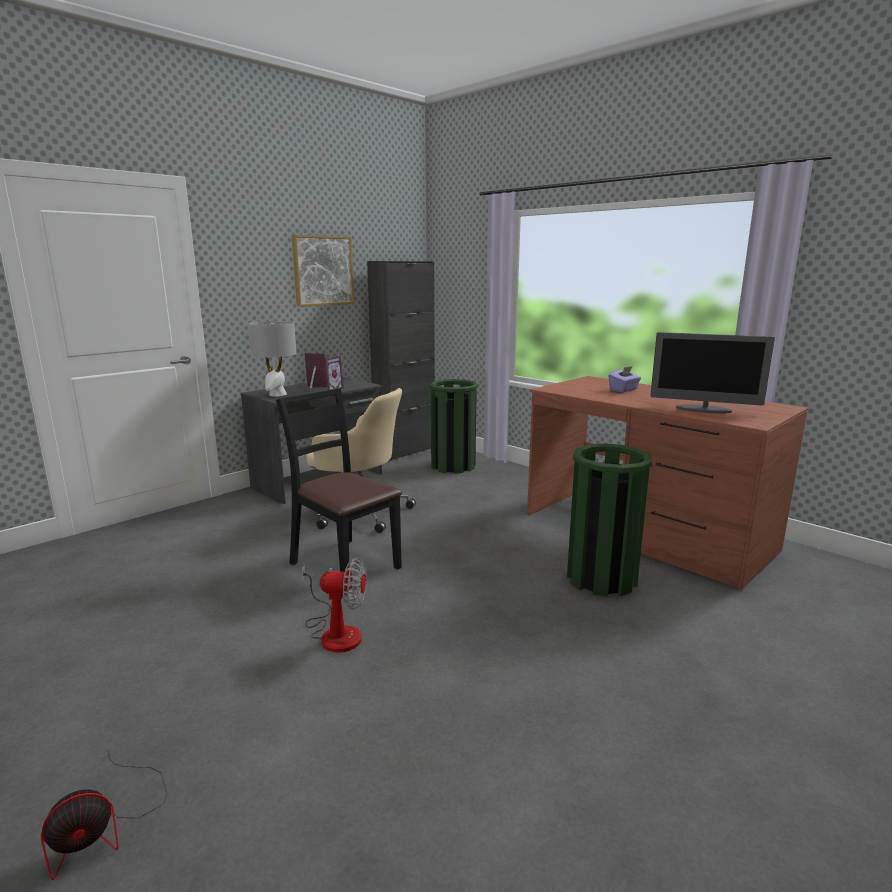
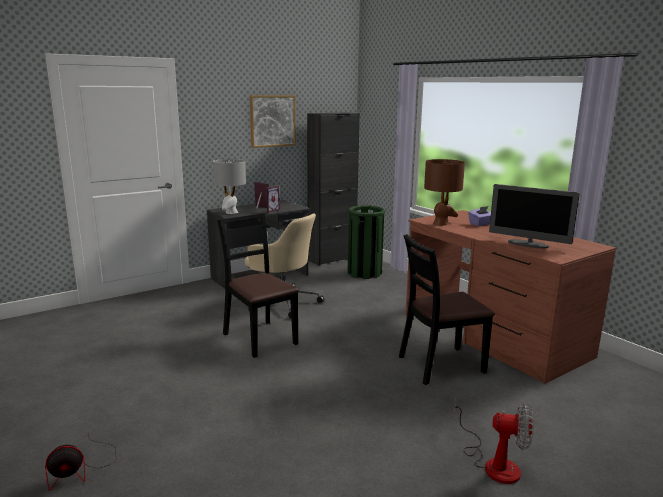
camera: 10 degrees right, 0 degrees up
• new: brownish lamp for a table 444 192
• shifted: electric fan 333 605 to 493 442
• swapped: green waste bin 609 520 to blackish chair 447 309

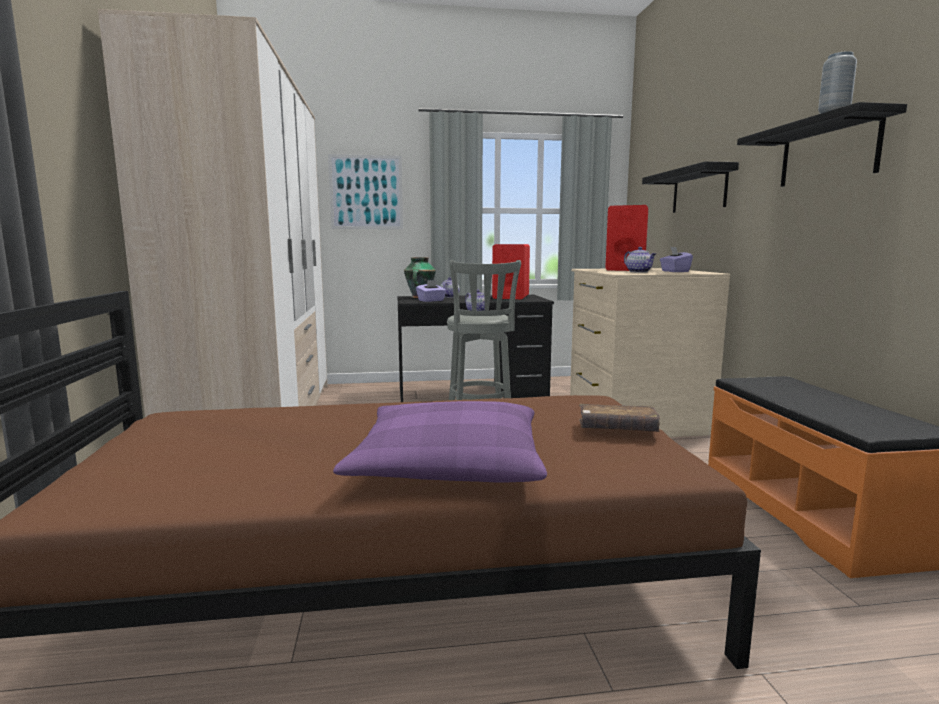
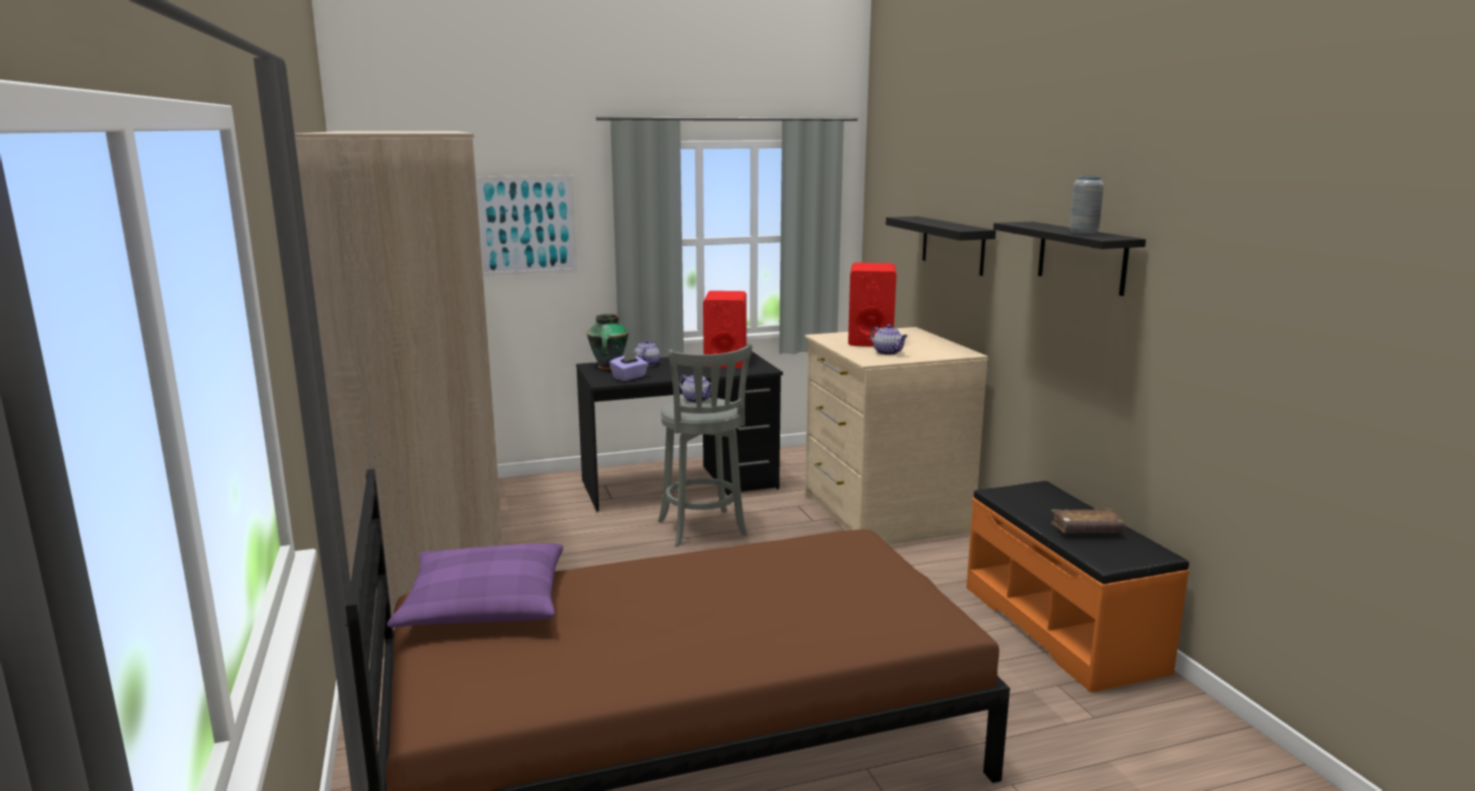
camera: 10 degrees left, 5 degrees up
• gone: purple-coloured box of tissues 676 259
• shifted: purple-coloured cushion 440 442 to 475 585
• shifted: brownish volume 619 418 to 1088 521

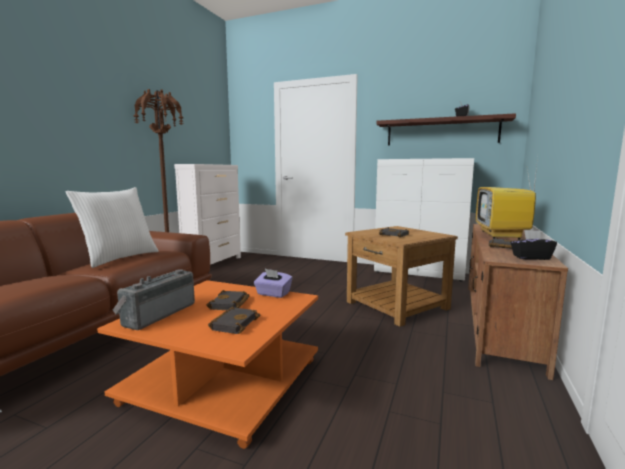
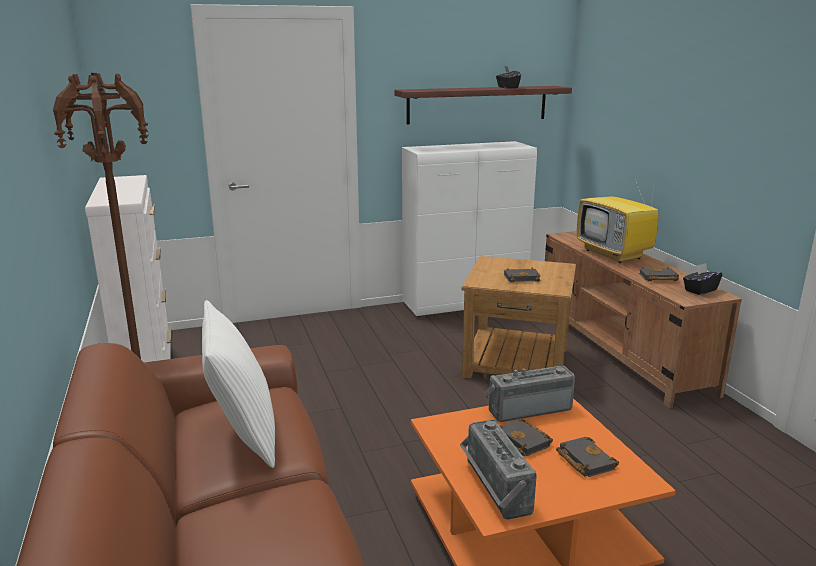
camera: 40 degrees left, 10 degrees up
• swapped: purple-coloured box of tissues 273 283 to radio receiver 530 393

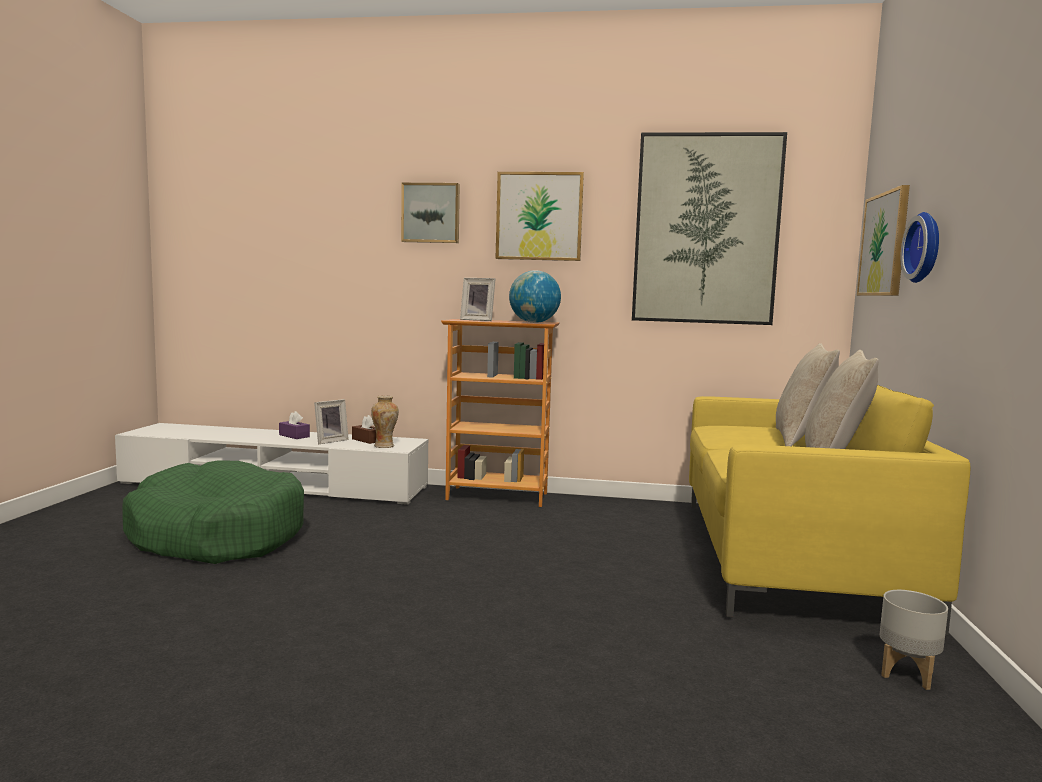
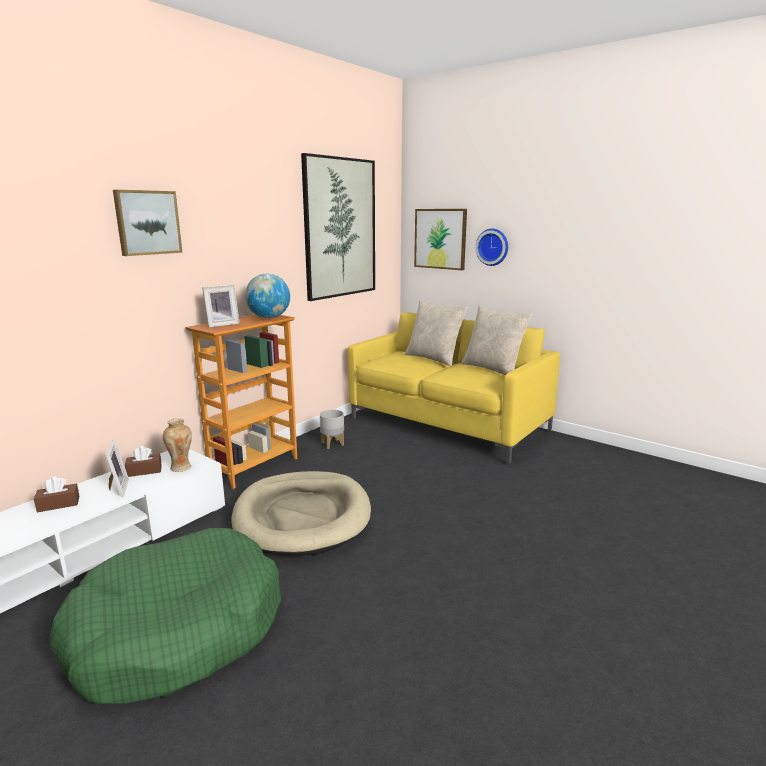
camera: 60 degrees left, 10 degrees up
• gone: wall picture 539 216
• new: beige-coloured pet bed 301 513
• shifted: gray plant pot 914 640 to 332 429
• repainted: purple-coloured box of tissues 294 425 to brownish box of tissues 56 494

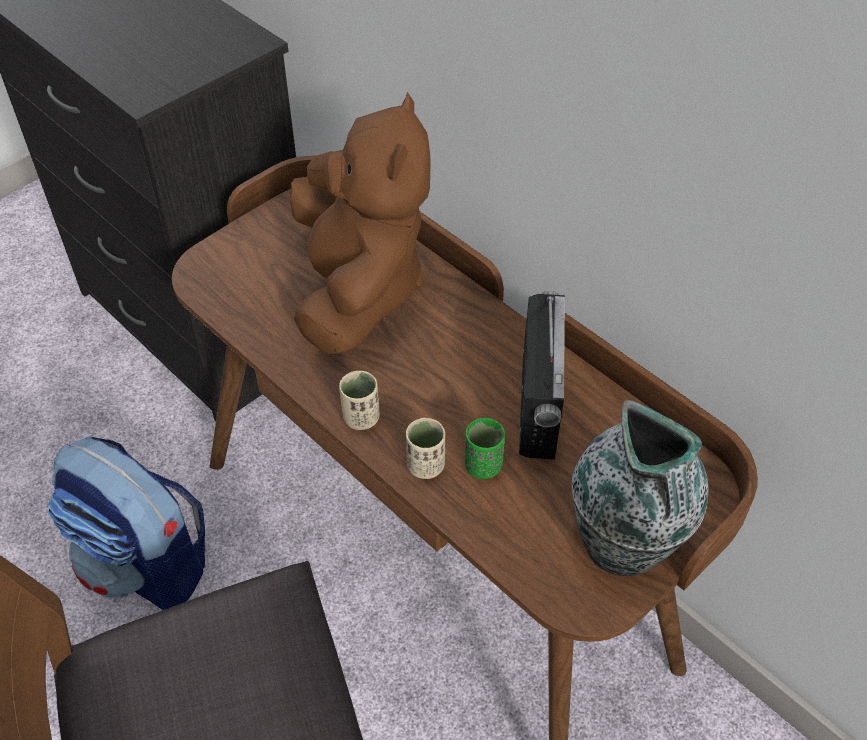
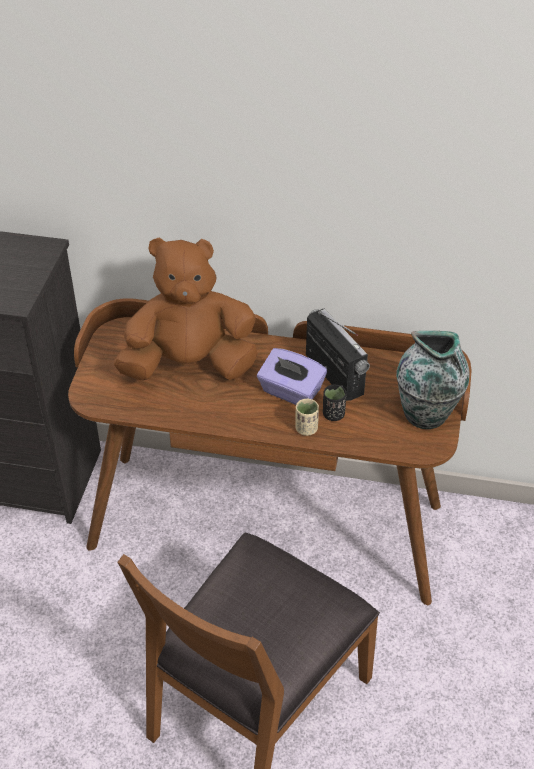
camera: 35 degrees left, 5 degrees down
• gone: knapsack 126 523
• gone: beige-coloured drinking cup 359 400
• new: purple-coloured box of tissues 292 376
• repainted: green drinking cup 485 448 to blackish drinking cup 334 403
• rotated: brownish soft toy 360 223 = 186 309 60 degrees counterclockwise

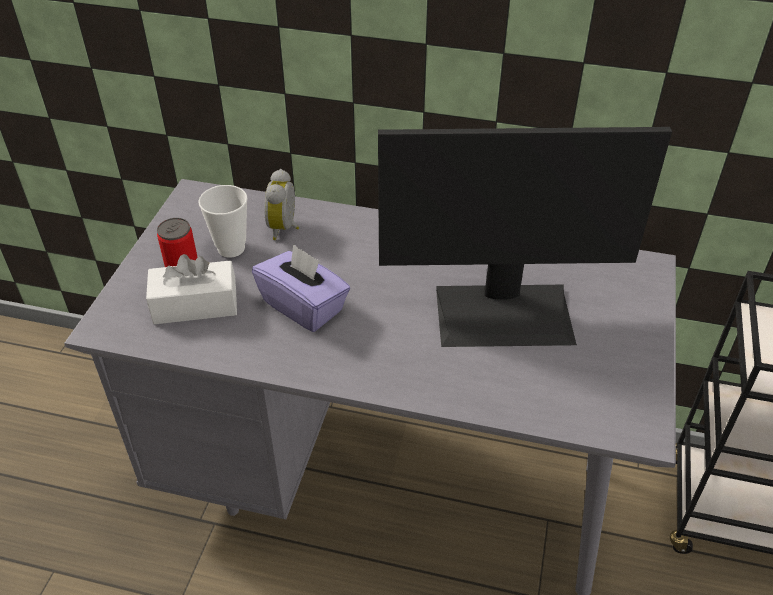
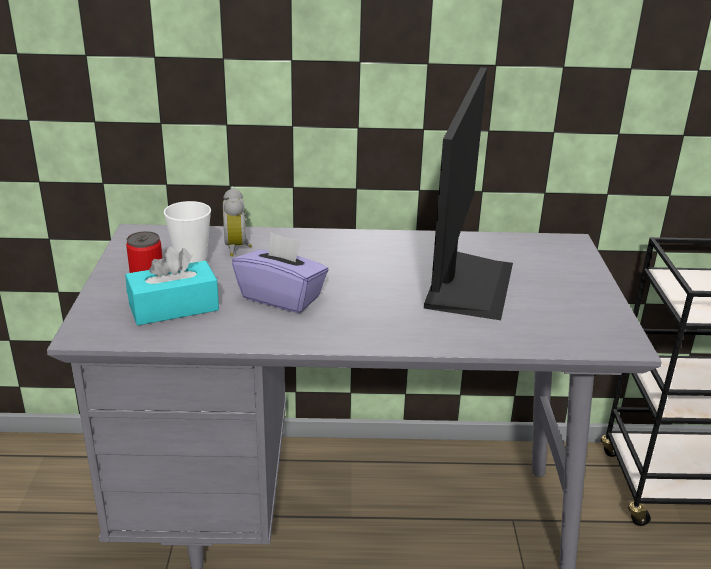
camera: 15 degrees left, 15 degrees down
• repainted: whitish box of tissues 191 289 to turquoise box of tissues 172 285
• rotated: computer display 525 237 = 468 193 60 degrees counterclockwise

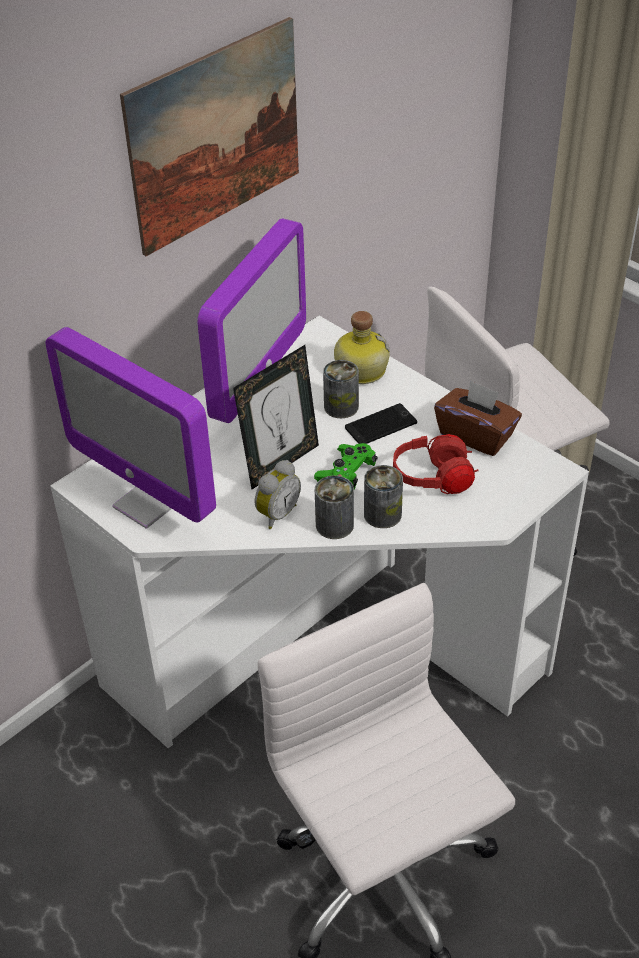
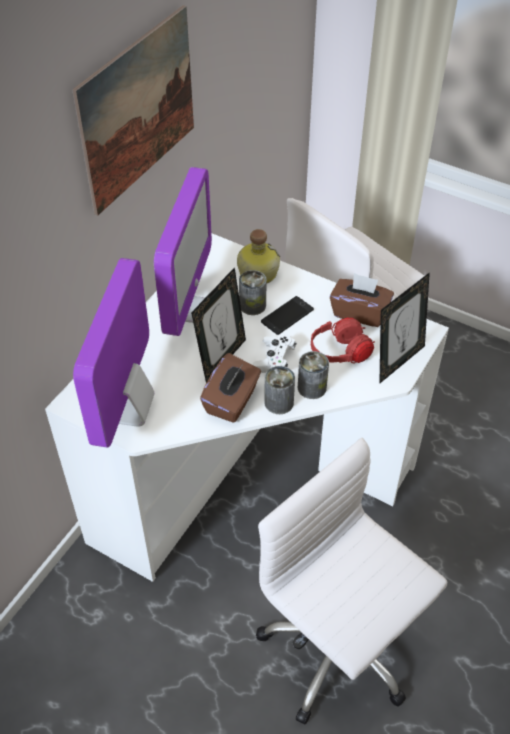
camera: 15 degrees left, 5 degrees up
• new: standing frame 404 328
• swapped: alarm clock 278 494 to brownish box of tissues 230 388
• repainted: green game controller 345 466 to whitish game controller 274 353
• rotated: computer display 130 427 = 113 353 75 degrees clockwise

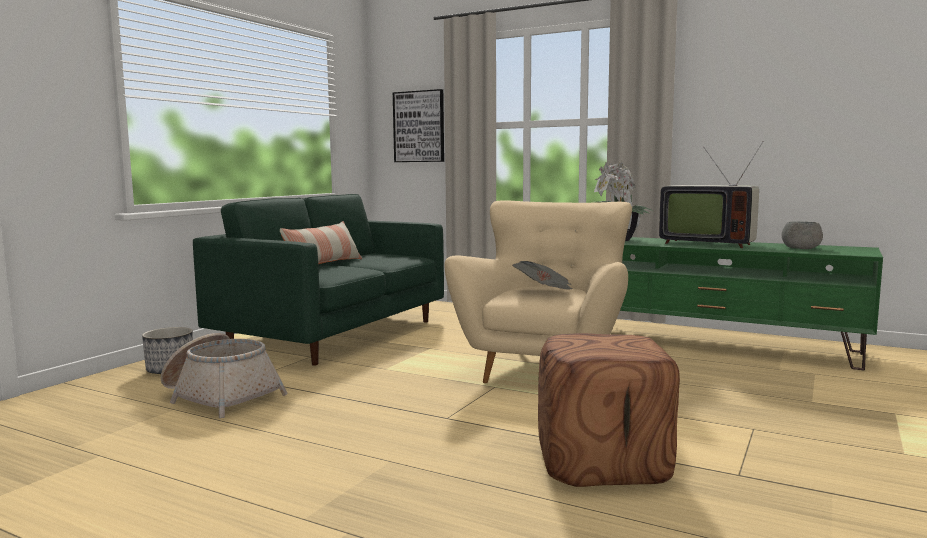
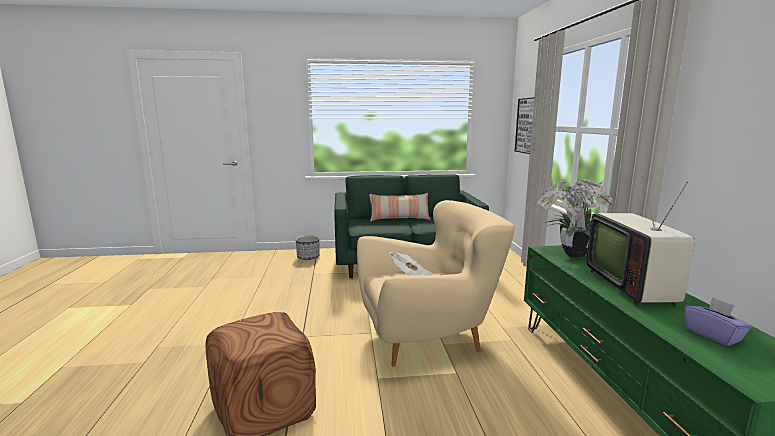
camera: 55 degrees right, 5 degrees up
• gone: basket 224 375
• swapped: gray serving bowl 802 235 to purple-coloured box of tissues 718 321

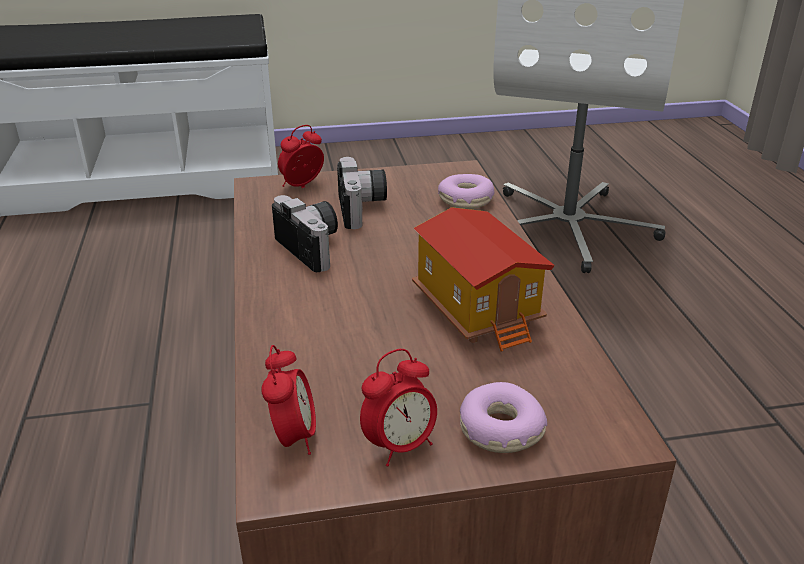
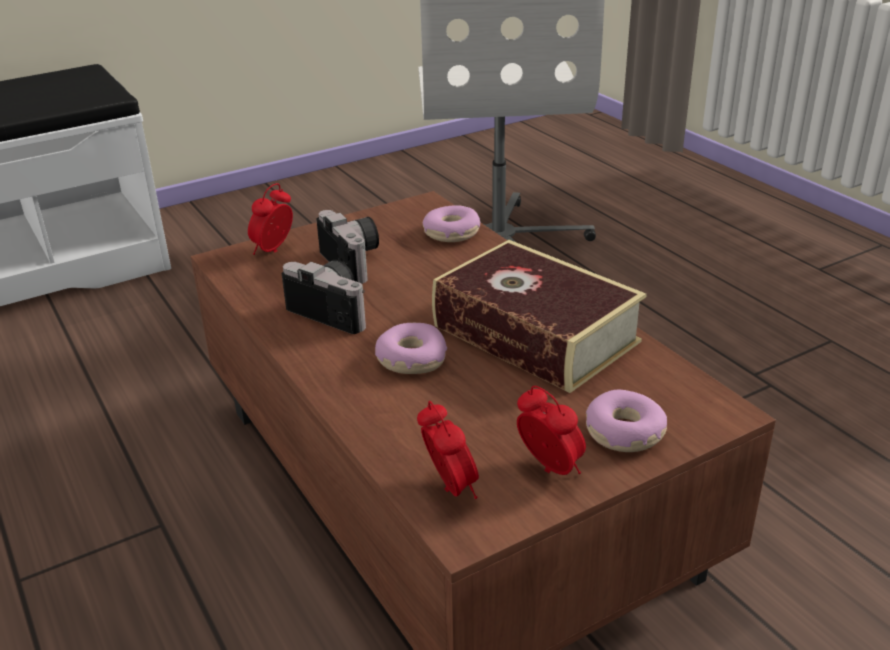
camera: 20 degrees left, 0 degrees up
• new: doughnut 411 348
• swapped: model house 483 279 to volume 539 316
• rotated: alarm clock 398 408 = 551 430 75 degrees counterclockwise

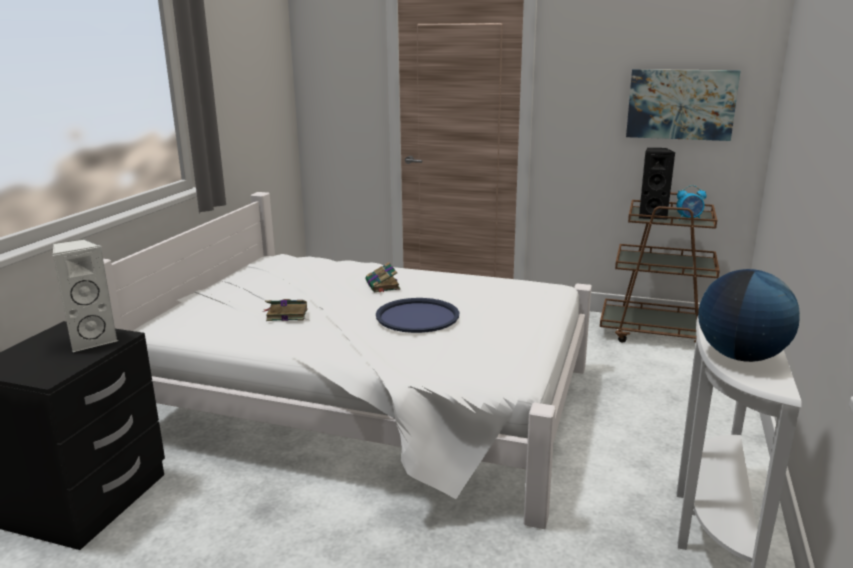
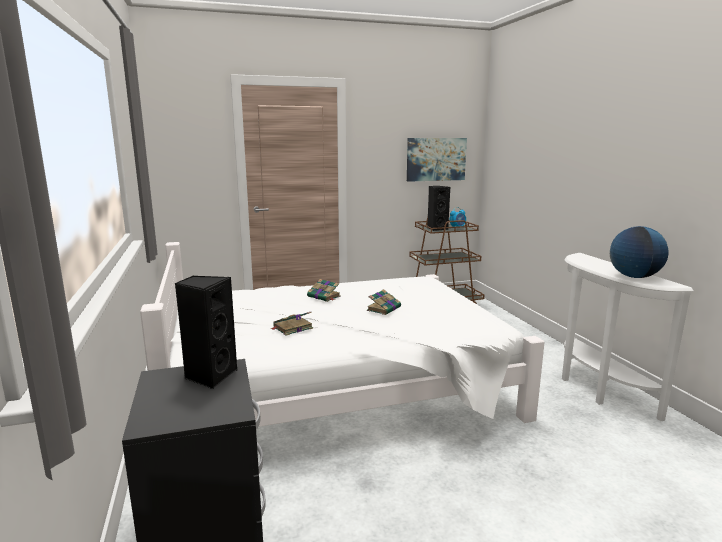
camera: 35 degrees left, 5 degrees down
• swapped: bluish carrying tray 417 315 to volume 384 302
• repainted: whitish audio speaker 85 295 to blackish audio speaker 205 332

